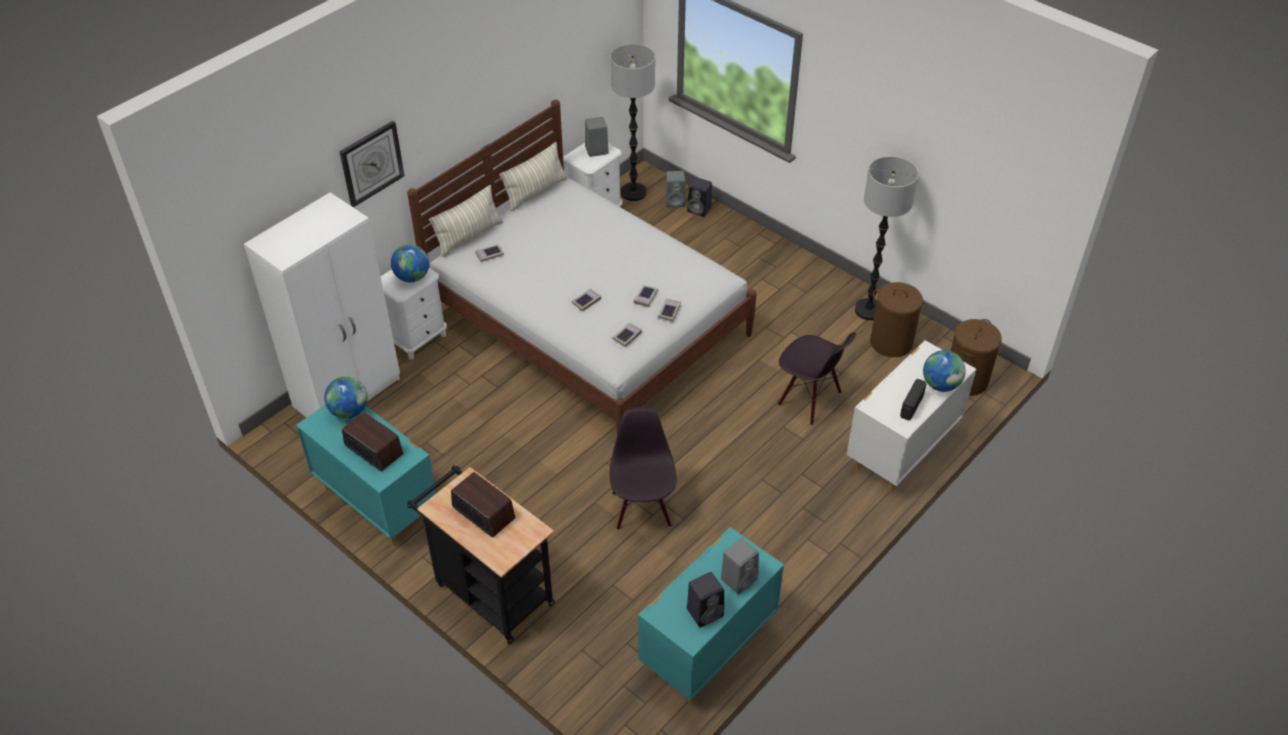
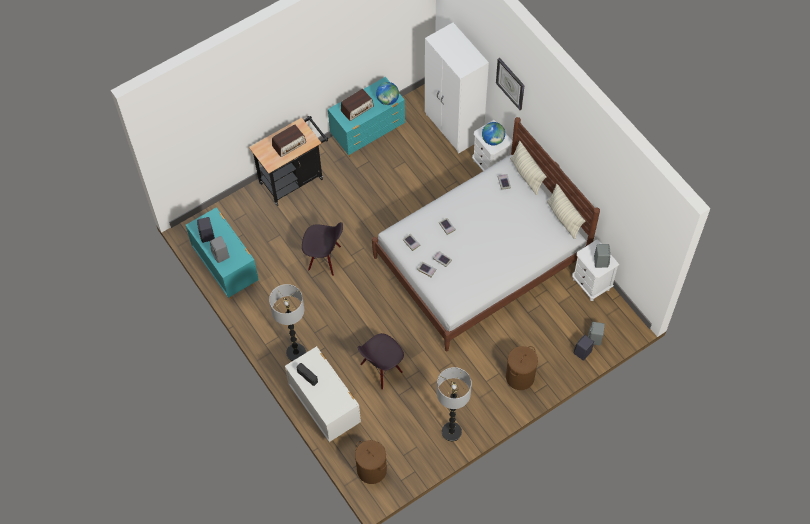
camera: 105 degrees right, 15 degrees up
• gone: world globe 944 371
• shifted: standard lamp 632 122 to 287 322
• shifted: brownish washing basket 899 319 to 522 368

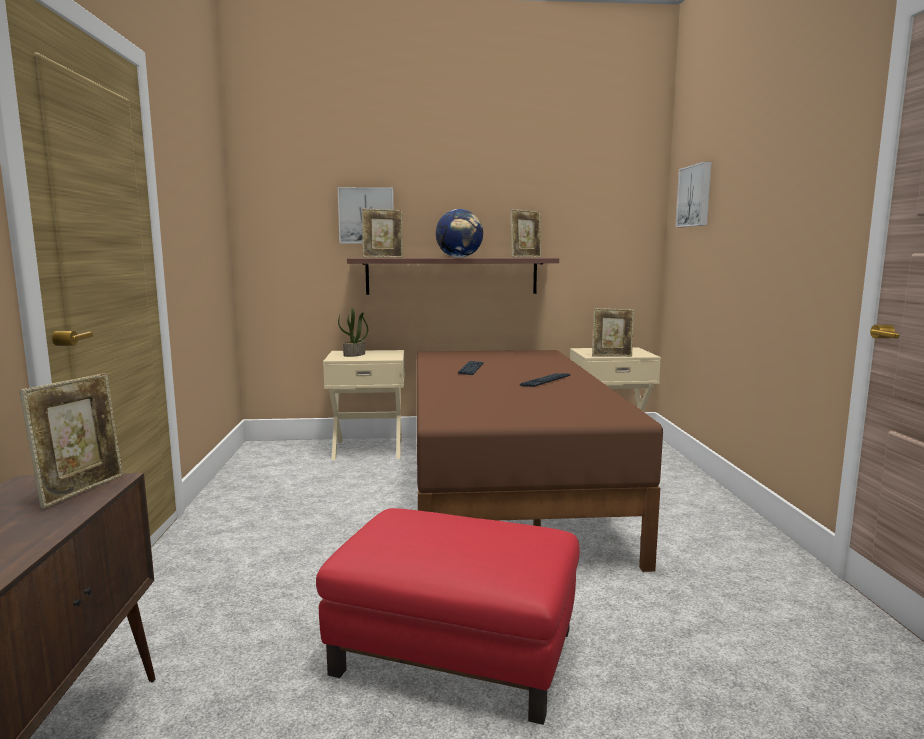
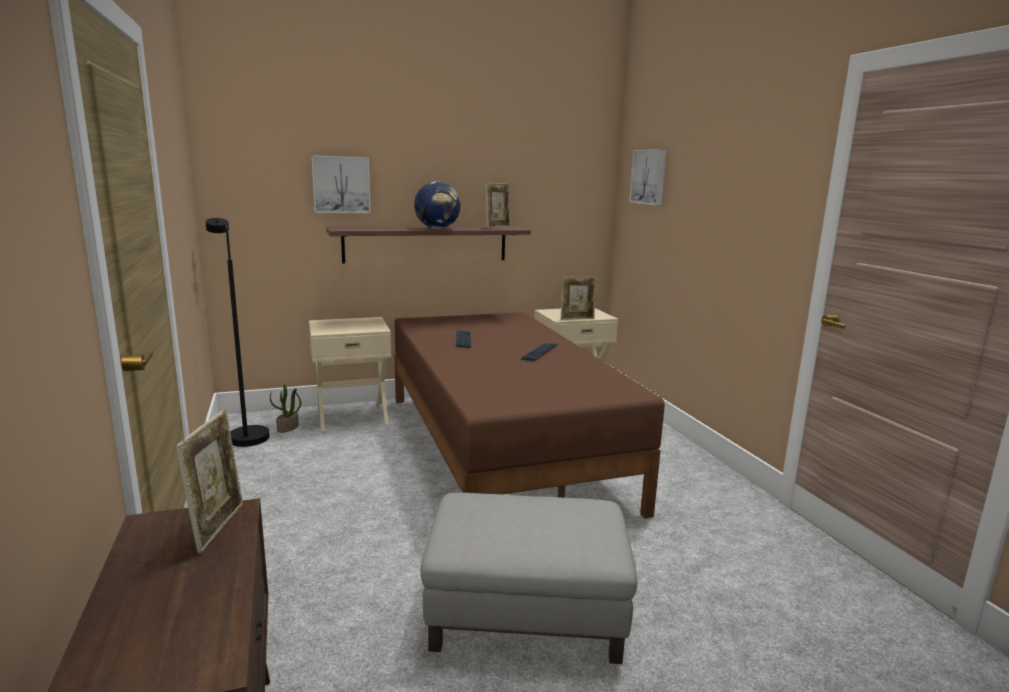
camera: 15 degrees left, 5 degrees up
• gone: standing frame 382 233
• new: blackish standard lamp 238 332
• shifted: potted plant 353 332 to 285 408
• repainted: reddish footrest 448 616 to gray footrest 528 578

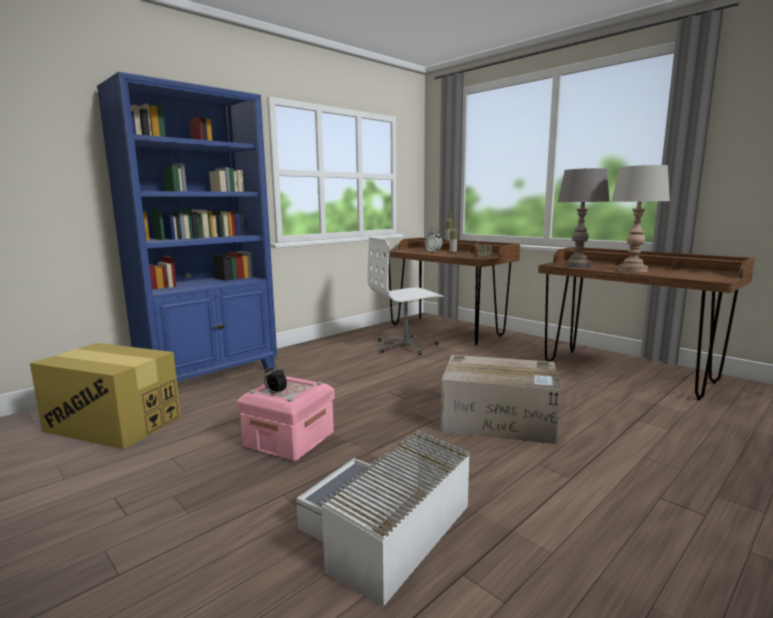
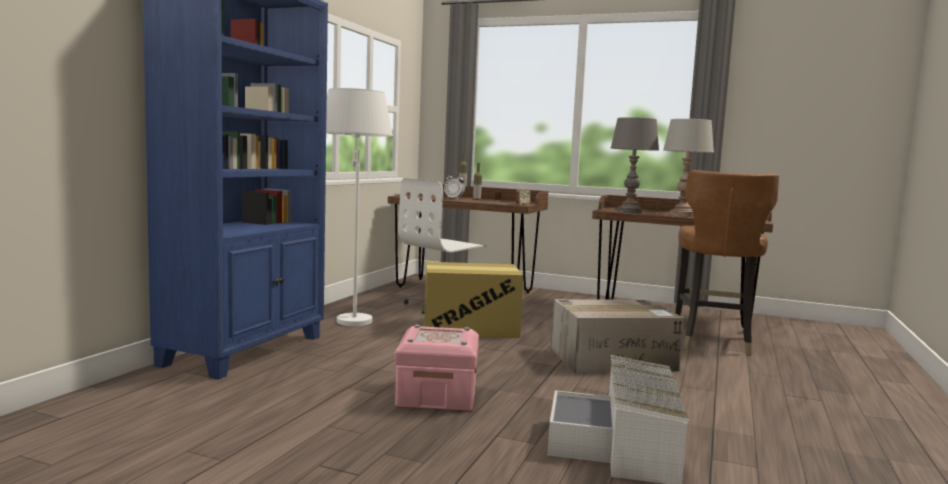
camera: 25 degrees left, 5 degrees down
• gone: alarm clock 275 379
• new: whitish standard lamp 359 207
• new: brownish chair 727 263
• shifted: carton 105 396 to 473 300

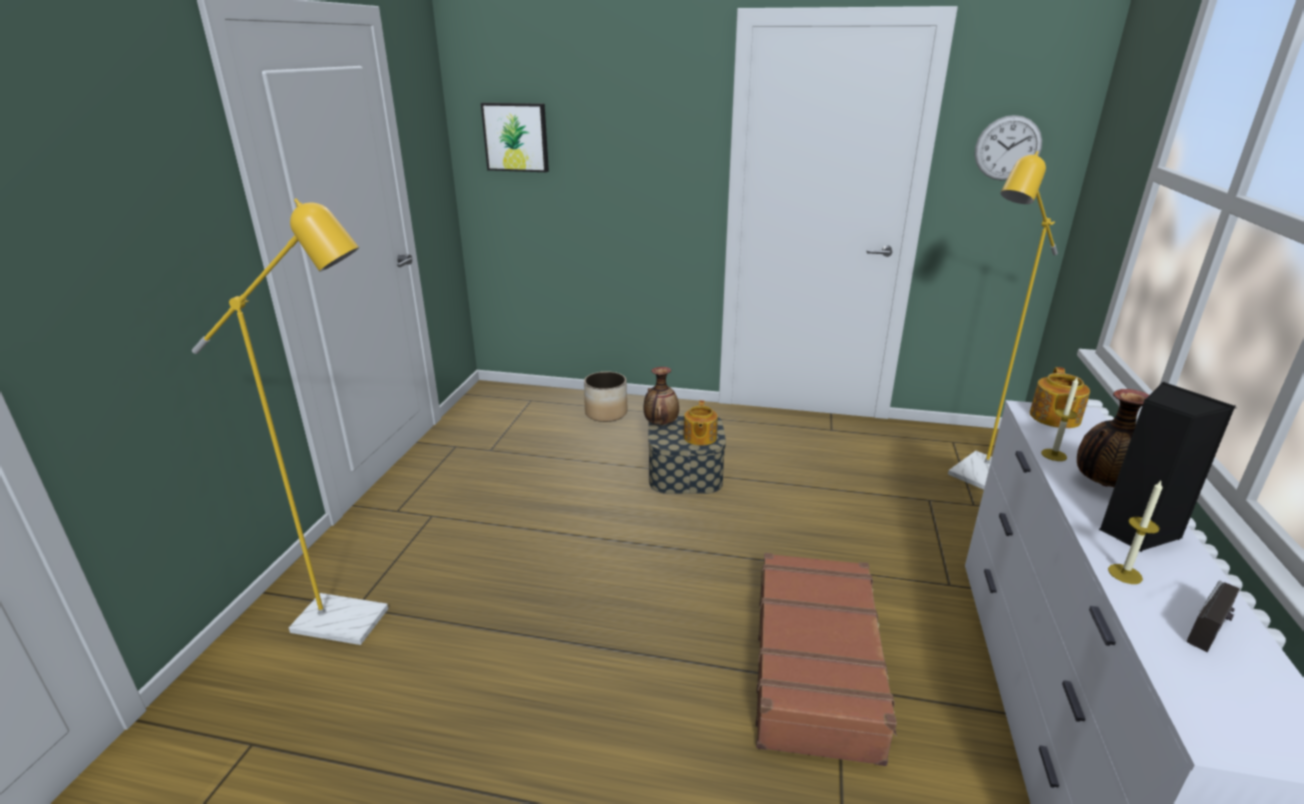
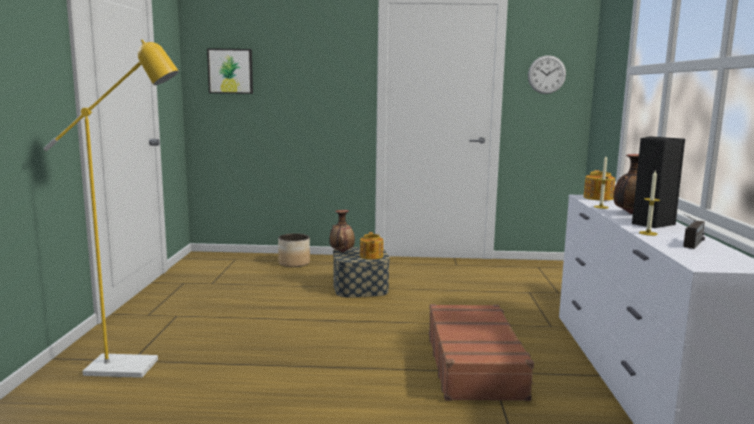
camera: 10 degrees left, 15 degrees down
• gone: yellow standard lamp 1003 320

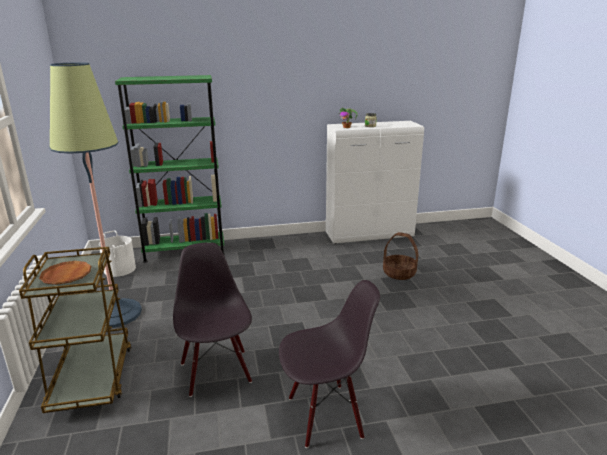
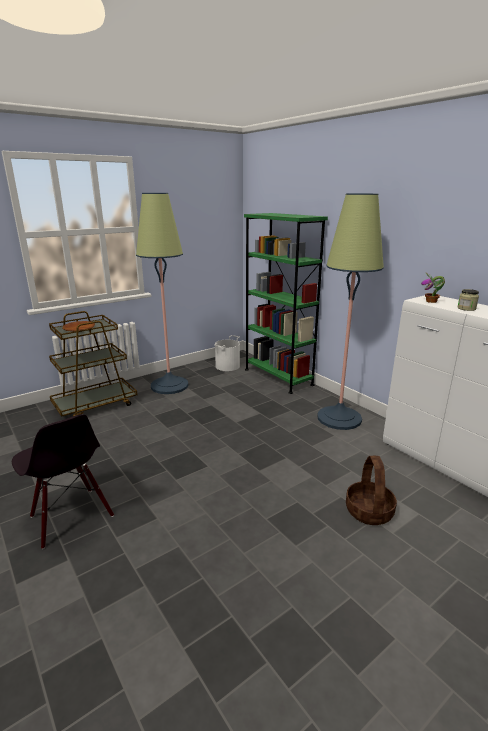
camera: 65 degrees right, 0 degrees up
• gone: blackish chair 212 319
• new: standard lamp 350 311

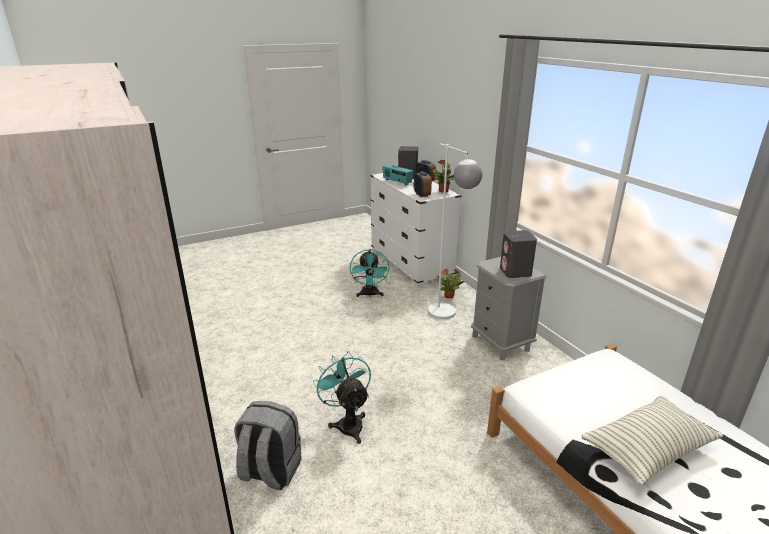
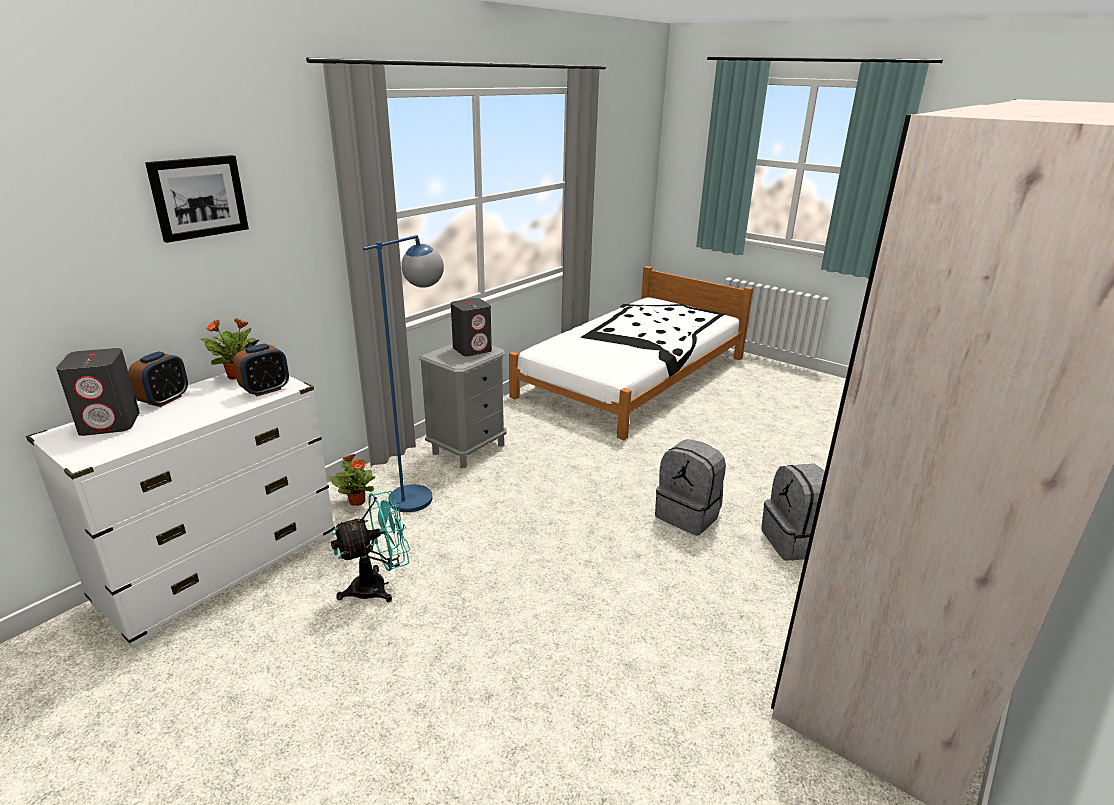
camera: 115 degrees left, 0 degrees up
• gone: radio receiver 397 175
• gone: cushion 652 440
• new: wall picture 197 199
• swapped: turquoise electric fan 342 397 to gray knapsack 690 487
• repainted: whitish standard lamp 455 231 to bluish standard lamp 403 373

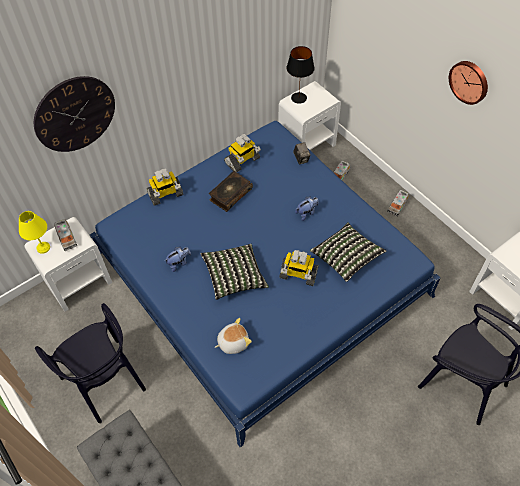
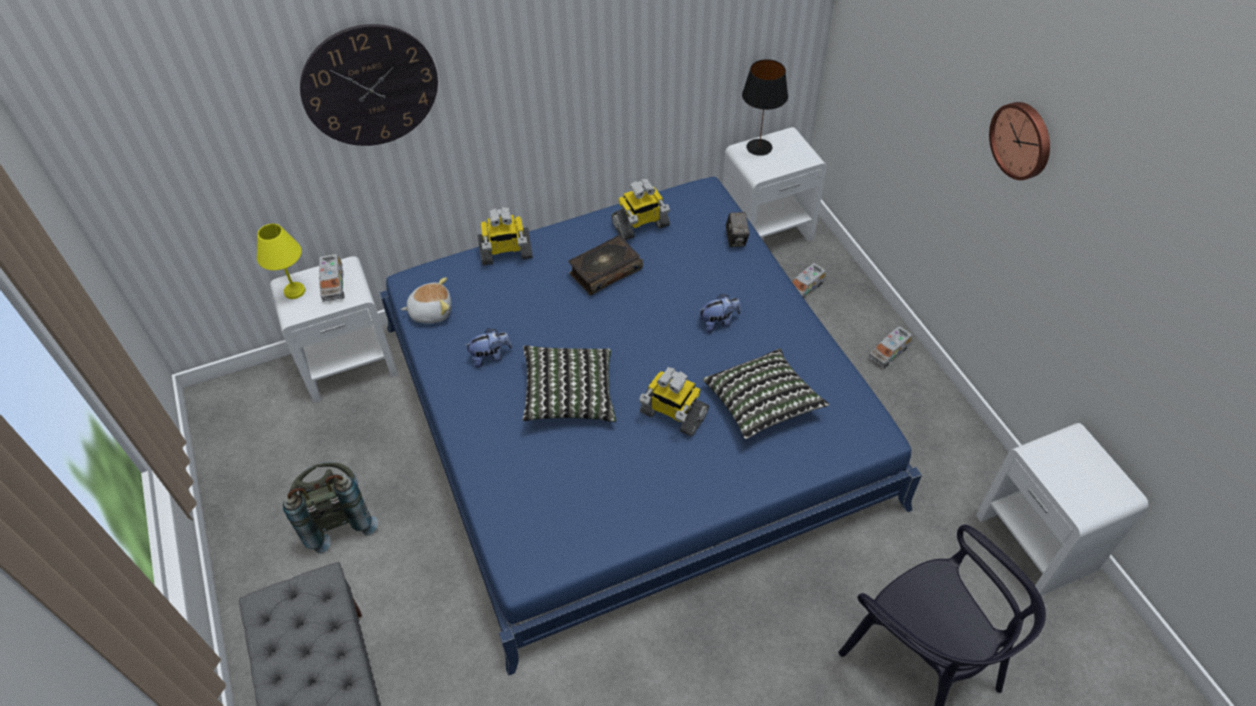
camera: 15 degrees right, 5 degrees down
• shifted: soft toy 233 336 to 426 300
• swapped: blackish chair 90 363 to gray knapsack 330 507

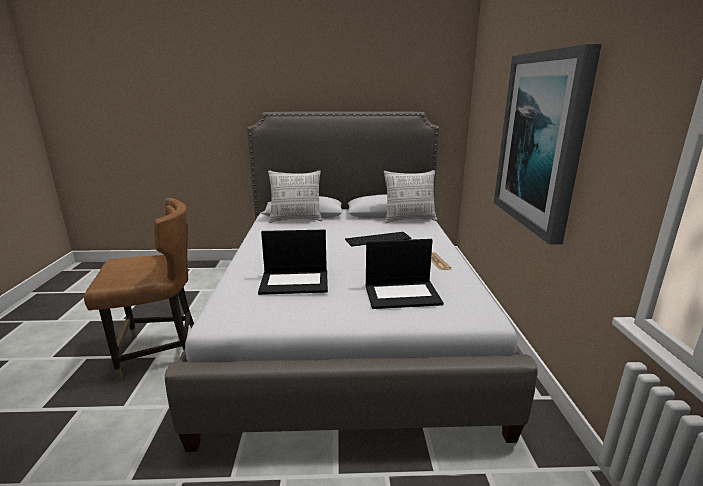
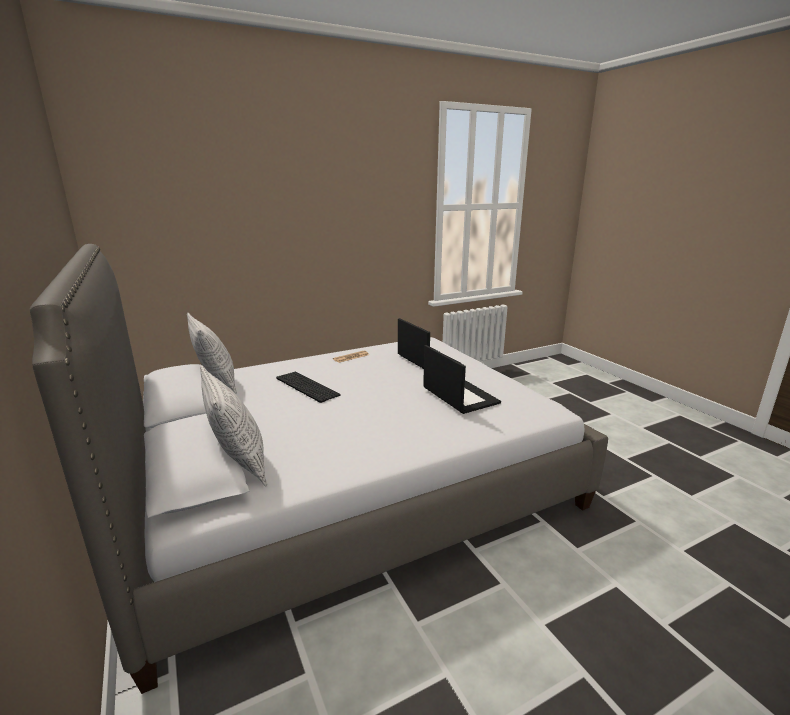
camera: 115 degrees left, 0 degrees up
• gone: brownish chair 139 289
• gone: wall picture 548 144

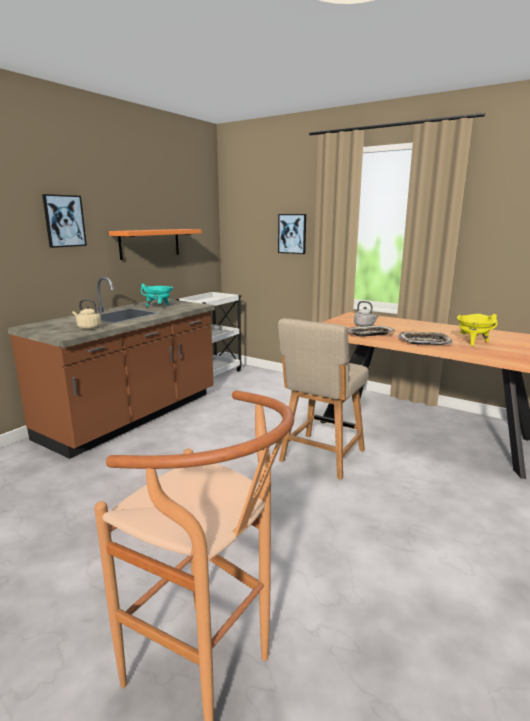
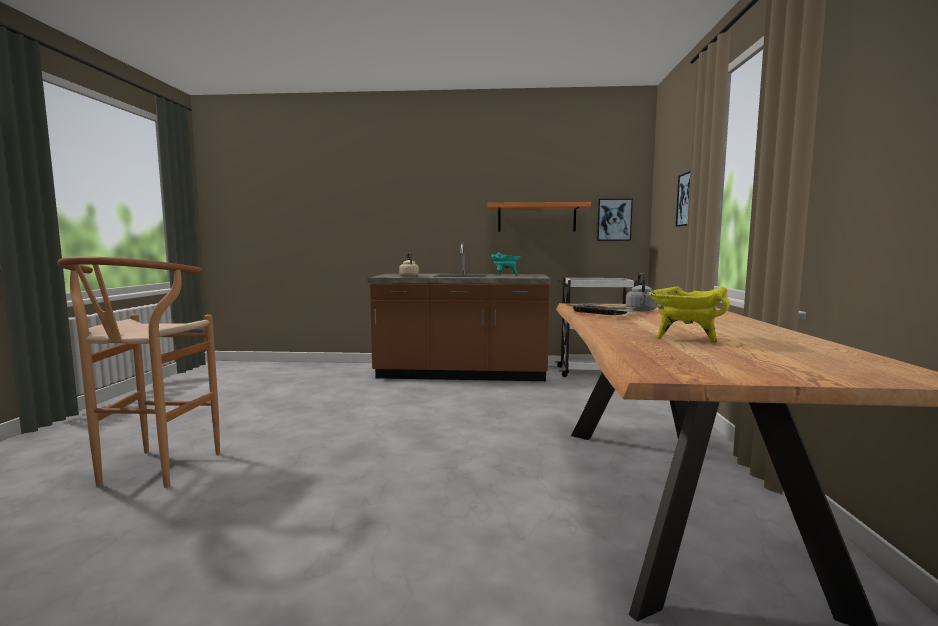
camera: 60 degrees right, 10 degrees down
• gone: beige-coloured chair 323 399
• gone: carrying tray 425 338
• shifted: wall picture 64 221 to 615 220

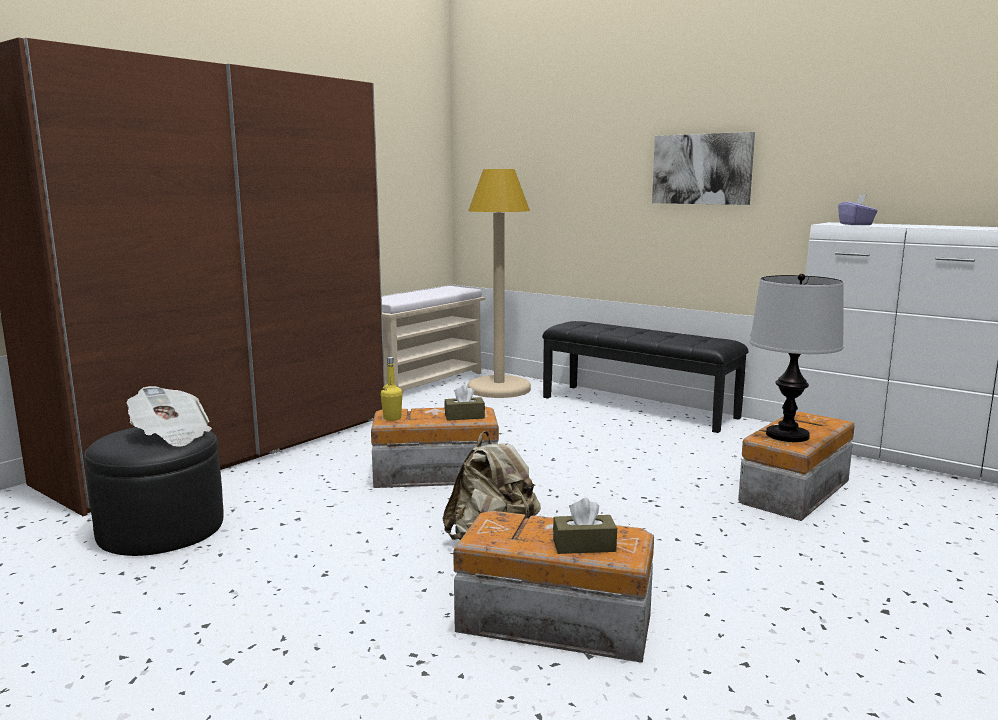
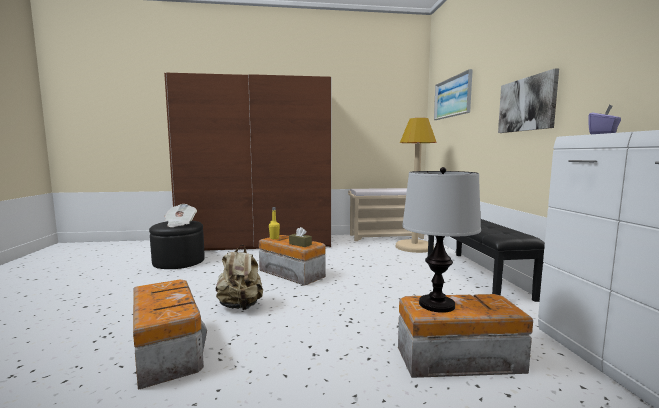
camera: 45 degrees right, 5 degrees down
• gone: brownish box of tissues 585 526
• new: wall picture 453 94

